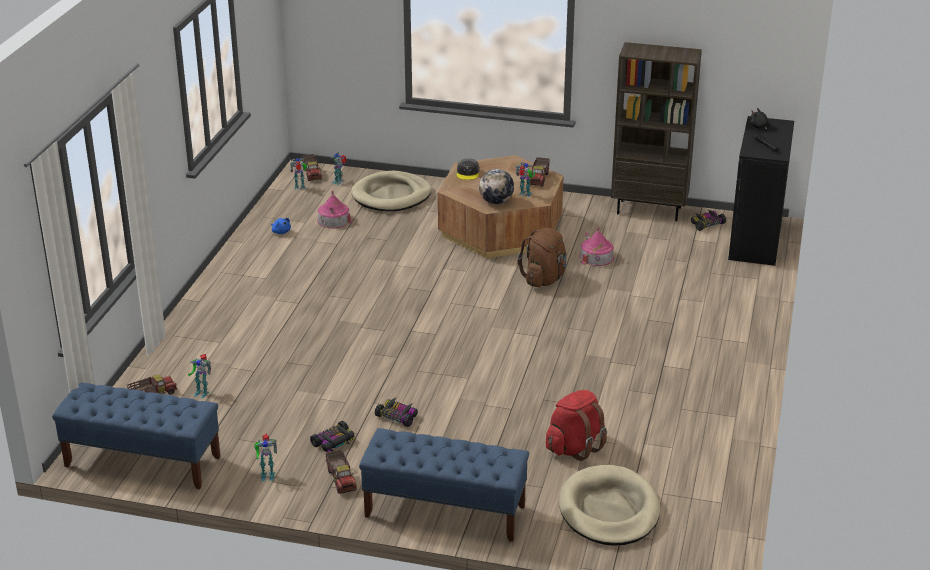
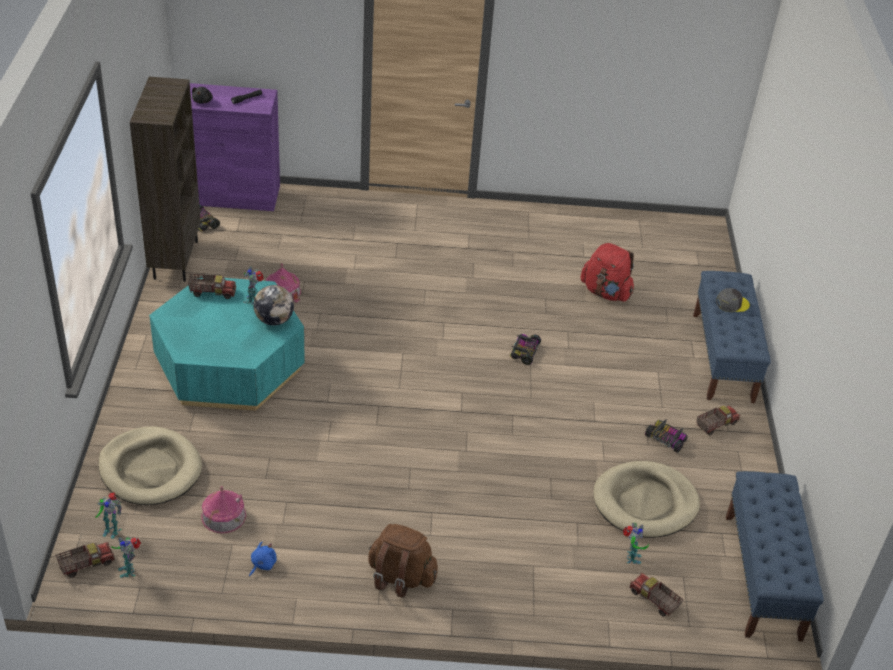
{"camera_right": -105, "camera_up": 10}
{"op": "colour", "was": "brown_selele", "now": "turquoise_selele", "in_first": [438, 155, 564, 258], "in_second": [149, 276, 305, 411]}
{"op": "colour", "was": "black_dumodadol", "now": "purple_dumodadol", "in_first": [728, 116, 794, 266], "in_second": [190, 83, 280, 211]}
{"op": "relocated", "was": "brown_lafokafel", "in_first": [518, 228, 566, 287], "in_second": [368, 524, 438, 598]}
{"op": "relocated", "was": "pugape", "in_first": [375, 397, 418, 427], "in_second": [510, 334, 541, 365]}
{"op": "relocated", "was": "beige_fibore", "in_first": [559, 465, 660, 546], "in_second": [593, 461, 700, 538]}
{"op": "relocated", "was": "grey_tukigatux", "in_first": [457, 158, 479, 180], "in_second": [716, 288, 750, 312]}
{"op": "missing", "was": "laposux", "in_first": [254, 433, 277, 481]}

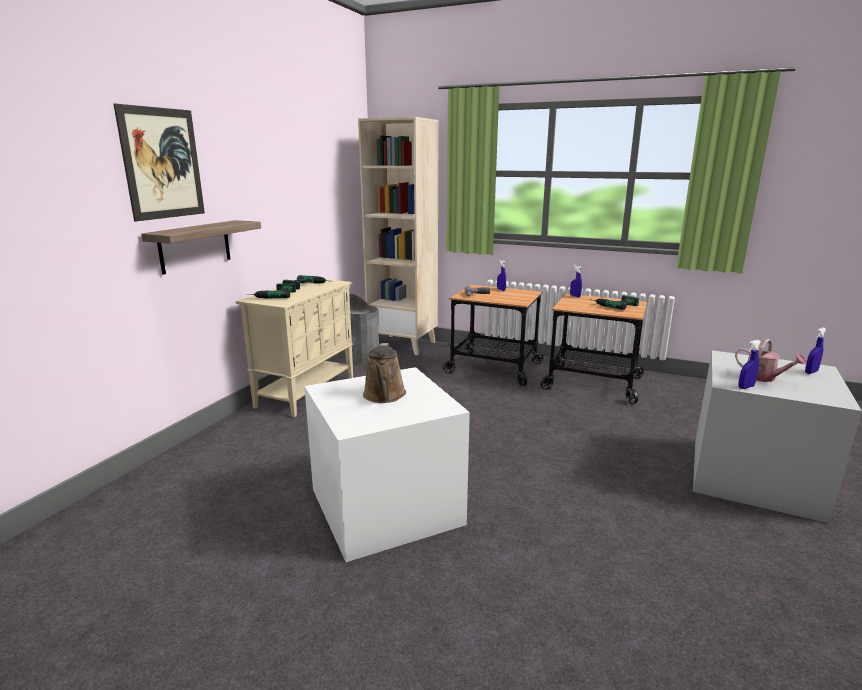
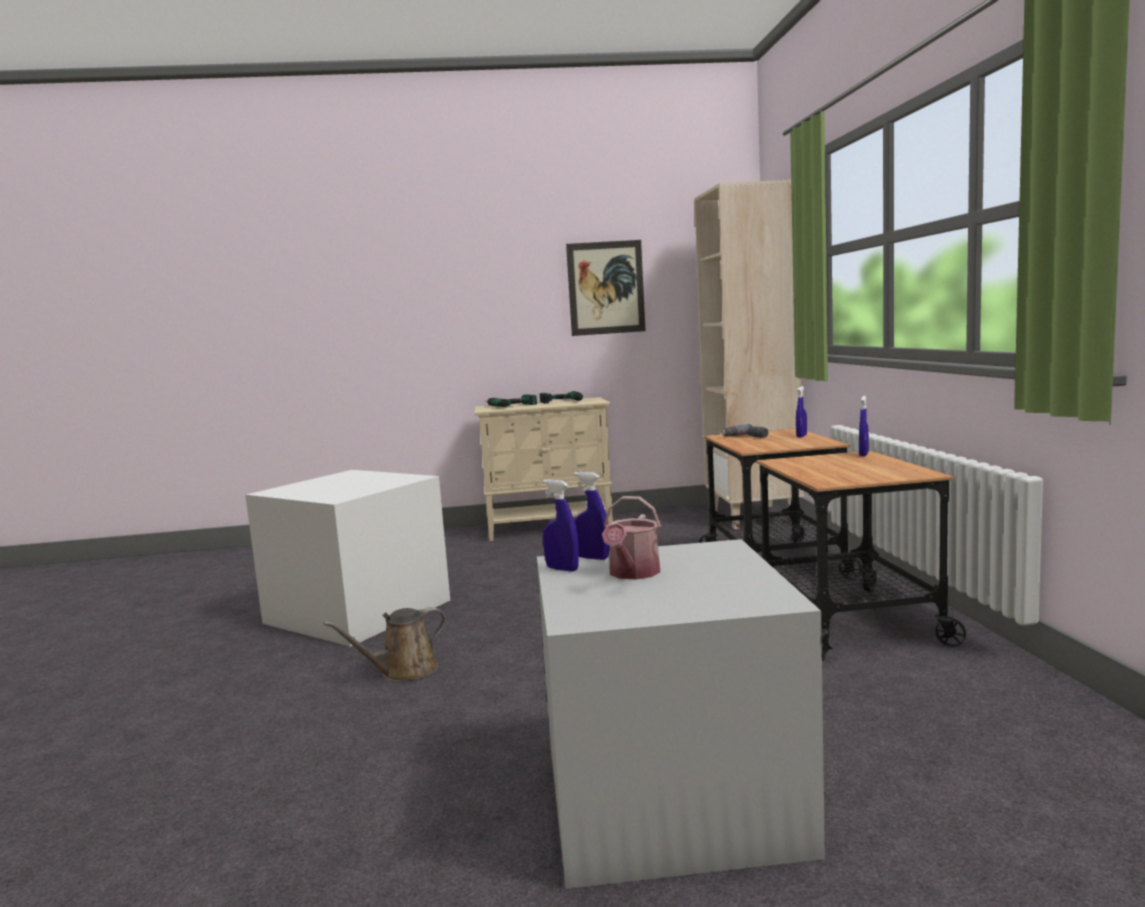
{"camera_right": 60, "camera_up": -10}
{"op": "relocated", "was": "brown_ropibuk", "in_first": [363, 343, 406, 403], "in_second": [323, 607, 446, 681]}
{"op": "relocated", "was": "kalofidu", "in_first": [114, 104, 205, 222], "in_second": [566, 240, 646, 336]}
{"op": "relocated", "was": "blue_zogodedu", "in_first": [805, 327, 826, 374], "in_second": [574, 472, 609, 560]}
{"op": "missing", "was": "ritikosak", "in_first": [141, 220, 261, 275]}
{"op": "missing", "was": "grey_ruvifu", "in_first": [349, 294, 379, 364]}
{"op": "missing", "was": "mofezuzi", "in_first": [589, 295, 639, 310]}

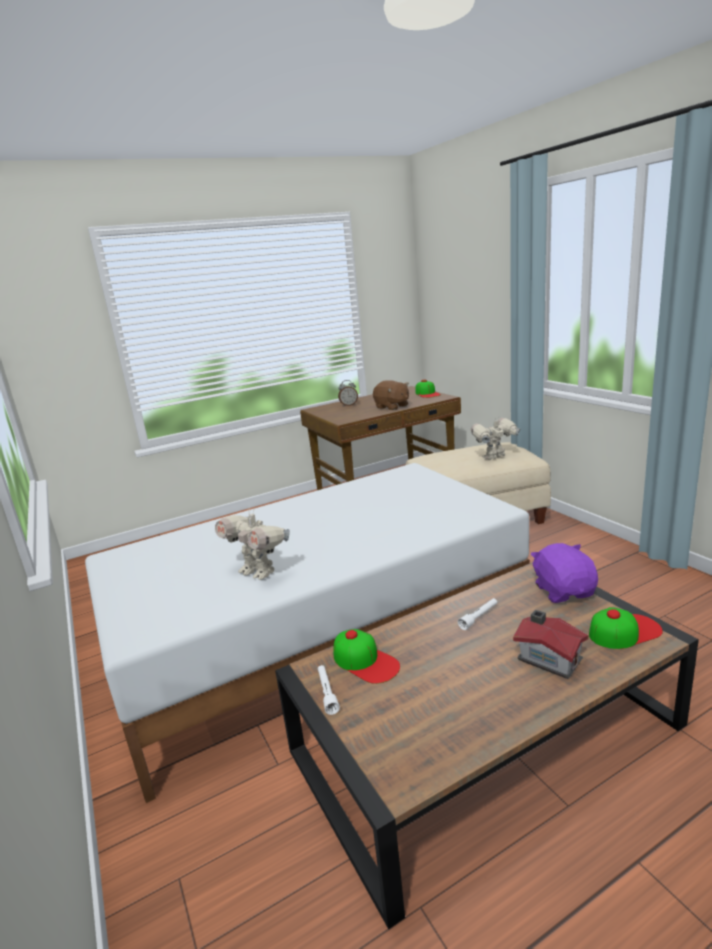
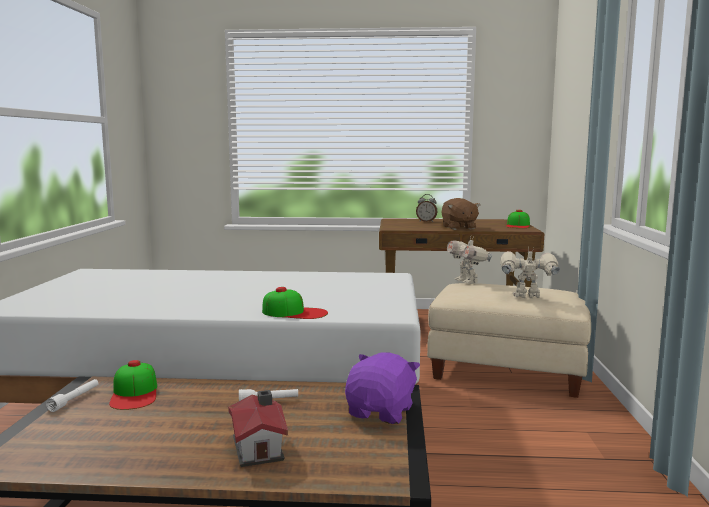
{"camera_right": 30, "camera_up": -10}
{"op": "relocated", "was": "tukigatux", "in_first": [589, 607, 663, 649], "in_second": [262, 287, 328, 319]}
{"op": "relocated", "was": "laposux", "in_first": [215, 511, 290, 580], "in_second": [447, 237, 493, 284]}

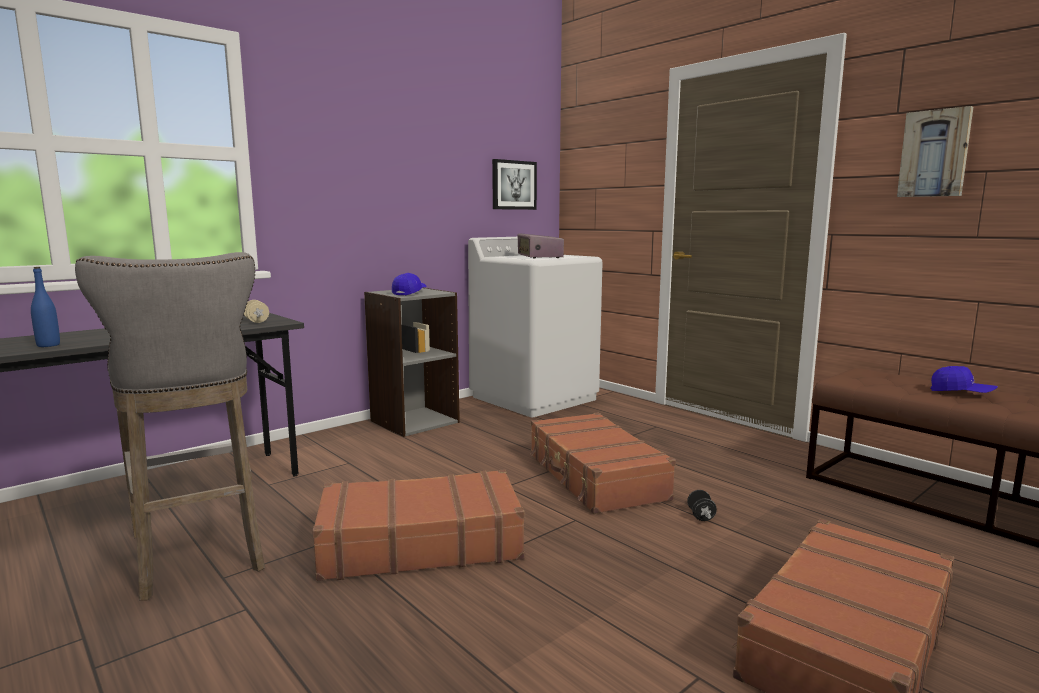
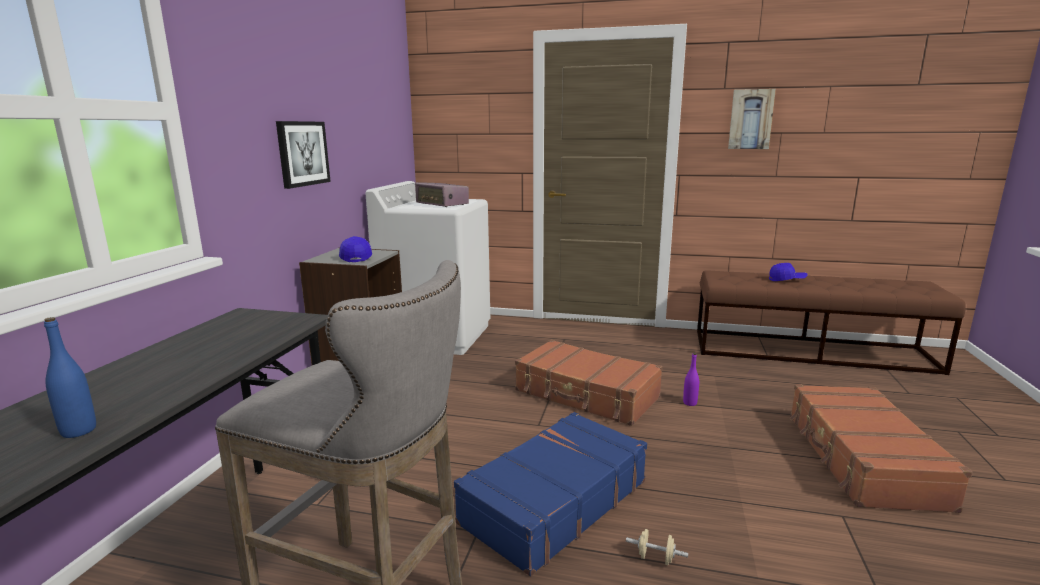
{"camera_right": -35, "camera_up": 5}
{"op": "relocated", "was": "kalofidu", "in_first": [492, 159, 537, 210], "in_second": [276, 121, 331, 189]}
{"op": "colour", "was": "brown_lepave", "now": "blue_lepave", "in_first": [312, 469, 525, 581], "in_second": [454, 412, 647, 576]}
{"op": "relocated", "was": "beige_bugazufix", "in_first": [244, 300, 269, 323], "in_second": [626, 529, 688, 565]}
{"op": "exchanged", "was": "black_bugazufix", "now": "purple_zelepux", "in_first": [687, 490, 717, 521], "in_second": [683, 353, 699, 406]}

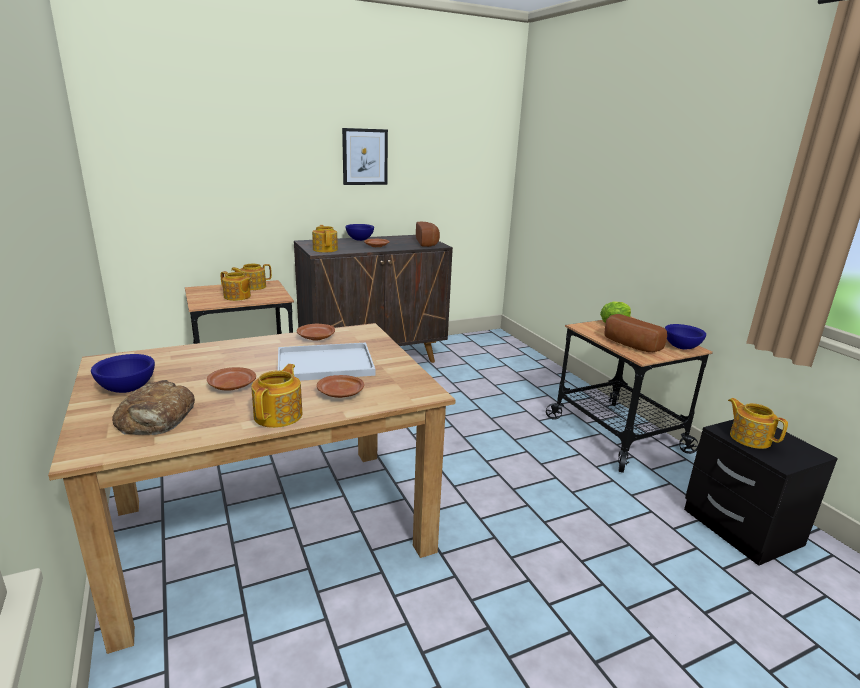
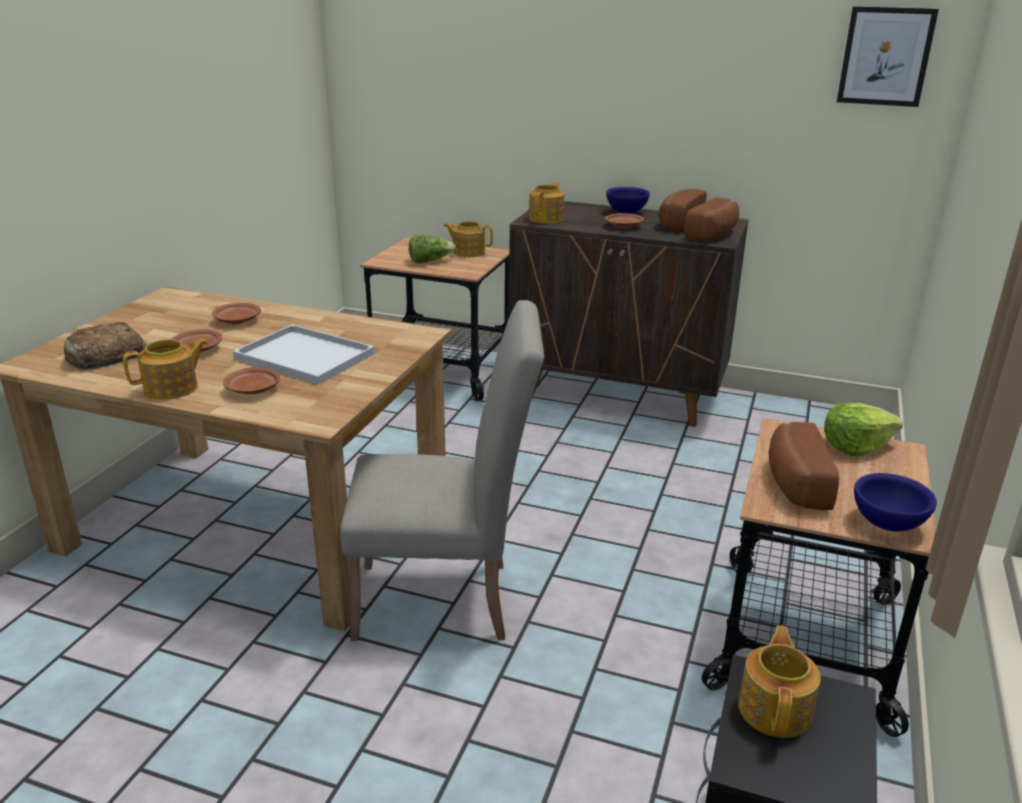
{"camera_right": 45, "camera_up": 5}
{"op": "relocated", "was": "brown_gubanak", "in_first": [297, 324, 335, 340], "in_second": [212, 303, 261, 324]}
{"op": "appeared", "now": "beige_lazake", "in_second": [341, 300, 545, 641]}
{"op": "exchanged", "was": "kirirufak", "now": "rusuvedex", "in_first": [220, 271, 252, 301], "in_second": [409, 235, 456, 263]}
{"op": "appeared", "now": "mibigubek", "in_second": [659, 189, 707, 231]}
{"op": "relocated", "was": "kalofidu", "in_first": [342, 128, 388, 185], "in_second": [837, 6, 939, 107]}
{"op": "missing", "was": "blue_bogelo", "in_first": [91, 354, 155, 393]}

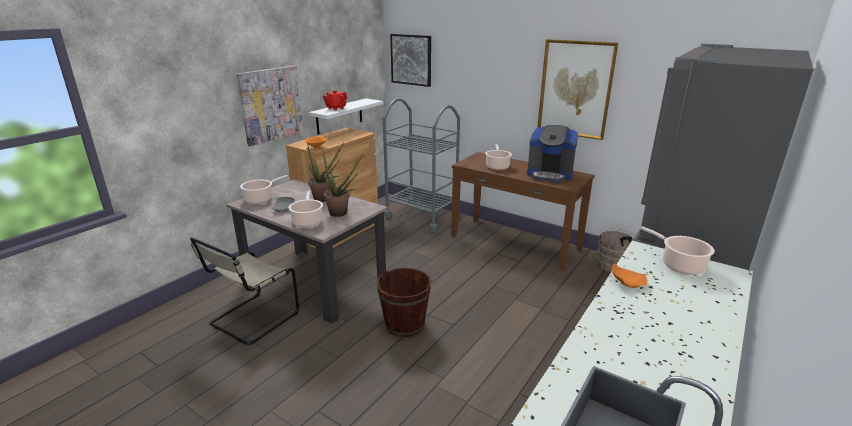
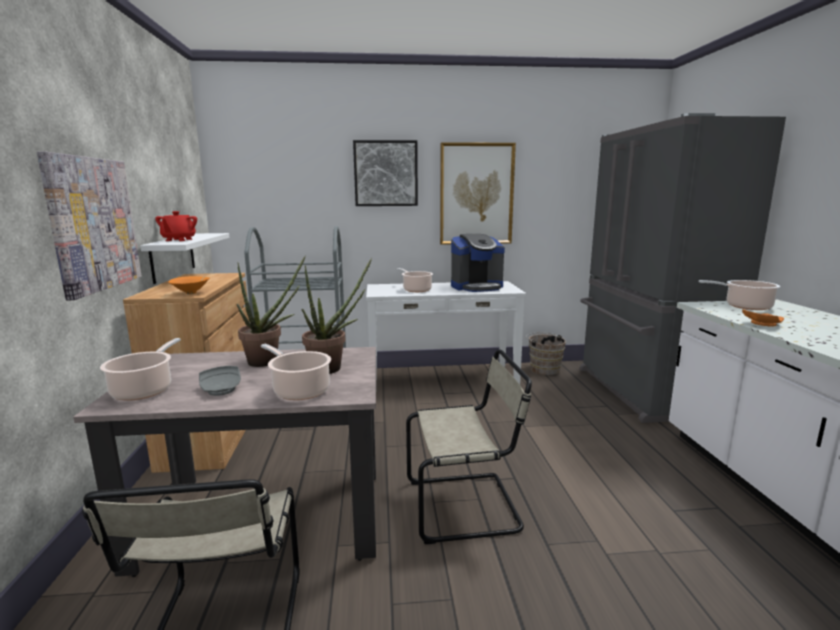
{"camera_right": -40, "camera_up": -10}
{"op": "relocated", "was": "kalofidu", "in_first": [390, 34, 431, 87], "in_second": [353, 140, 418, 206]}
{"op": "colour", "was": "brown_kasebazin", "now": "white_kasebazin", "in_first": [451, 152, 595, 271], "in_second": [366, 281, 526, 384]}
{"op": "exchanged", "was": "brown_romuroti", "now": "beige_lazake", "in_first": [376, 268, 431, 337], "in_second": [406, 350, 532, 544]}

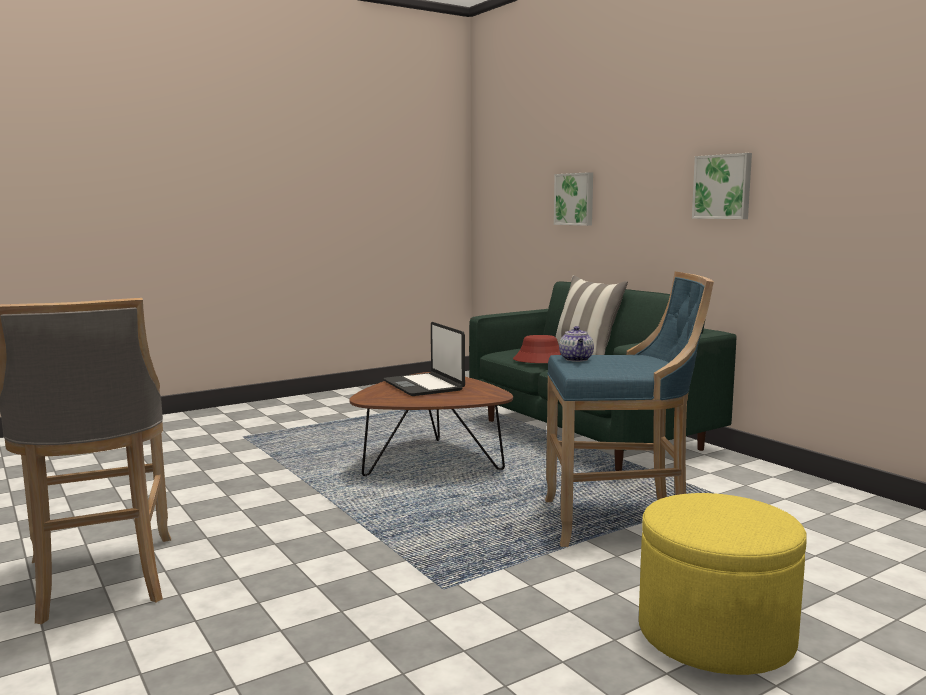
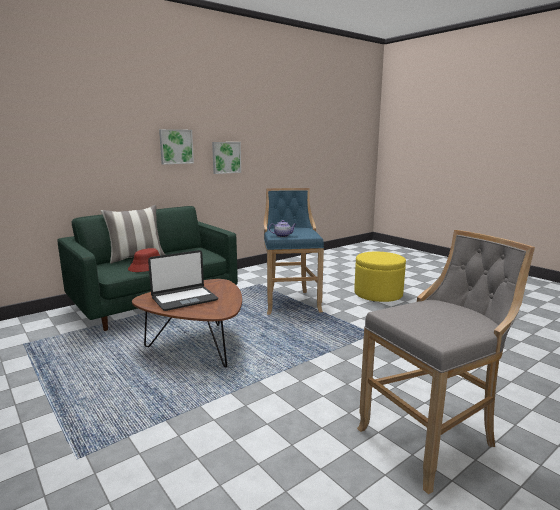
{"camera_right": -95, "camera_up": 5}
{"op": "relocated", "was": "kalofidu", "in_first": [554, 172, 593, 226], "in_second": [212, 142, 241, 174]}

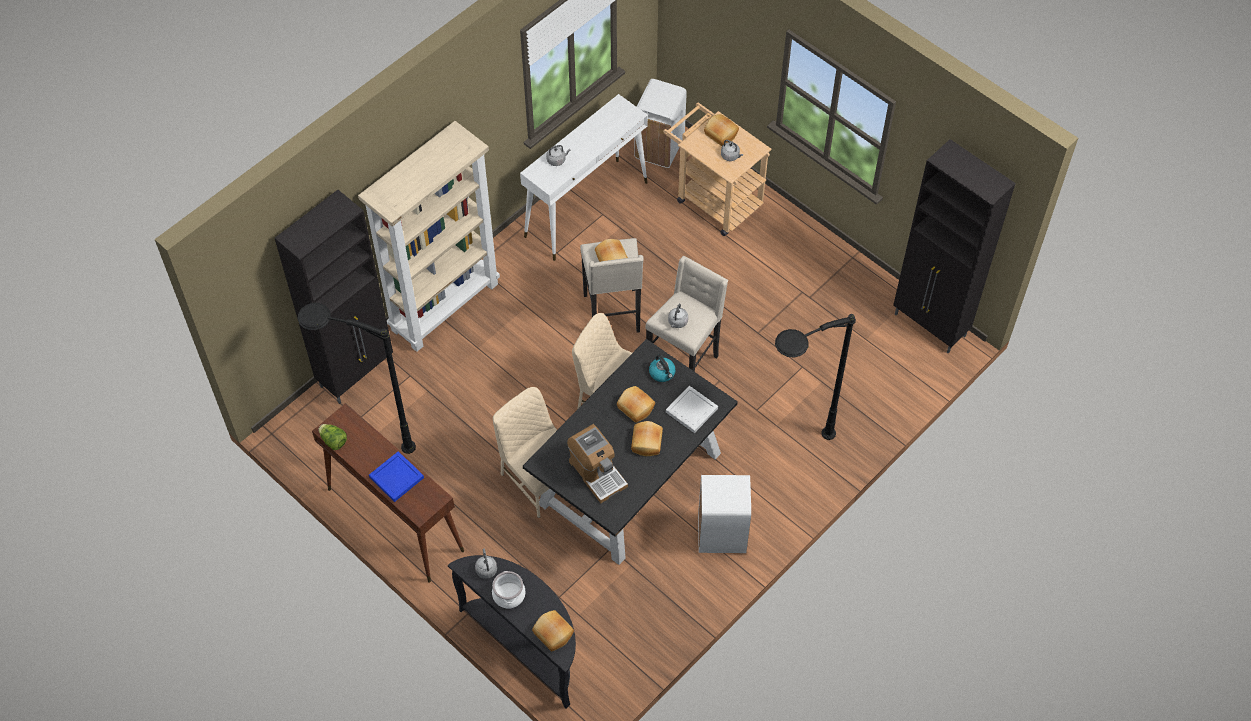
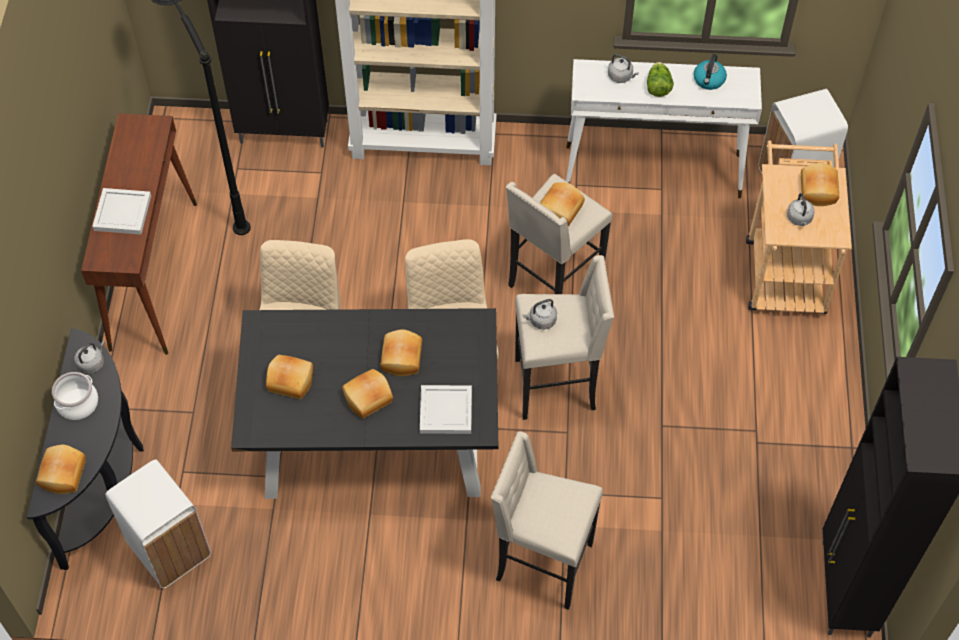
{"camera_right": 50, "camera_up": 0}
{"op": "colour", "was": "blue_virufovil", "now": "white_virufovil", "in_first": [369, 451, 424, 502], "in_second": [92, 188, 151, 235]}
{"op": "relocated", "was": "white_ruvifu", "in_first": [698, 475, 751, 553], "in_second": [105, 459, 211, 589]}
{"op": "exchanged", "was": "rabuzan", "now": "mibigubek", "in_first": [567, 424, 628, 503], "in_second": [266, 355, 313, 399]}
{"op": "exchanged", "was": "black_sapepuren", "now": "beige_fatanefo", "in_first": [775, 314, 856, 440], "in_second": [491, 431, 603, 610]}
{"op": "relocated", "was": "rusuvedex", "in_first": [319, 424, 347, 450], "in_second": [647, 62, 674, 97]}
{"op": "relocated", "was": "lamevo", "in_first": [649, 355, 676, 382], "in_second": [694, 54, 727, 90]}

